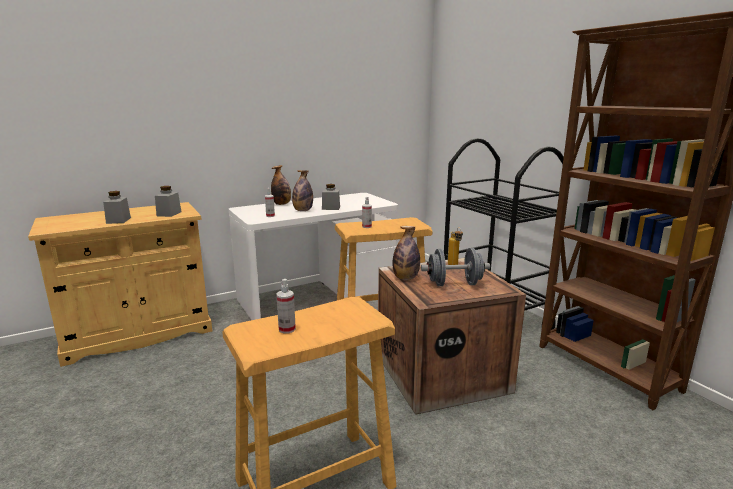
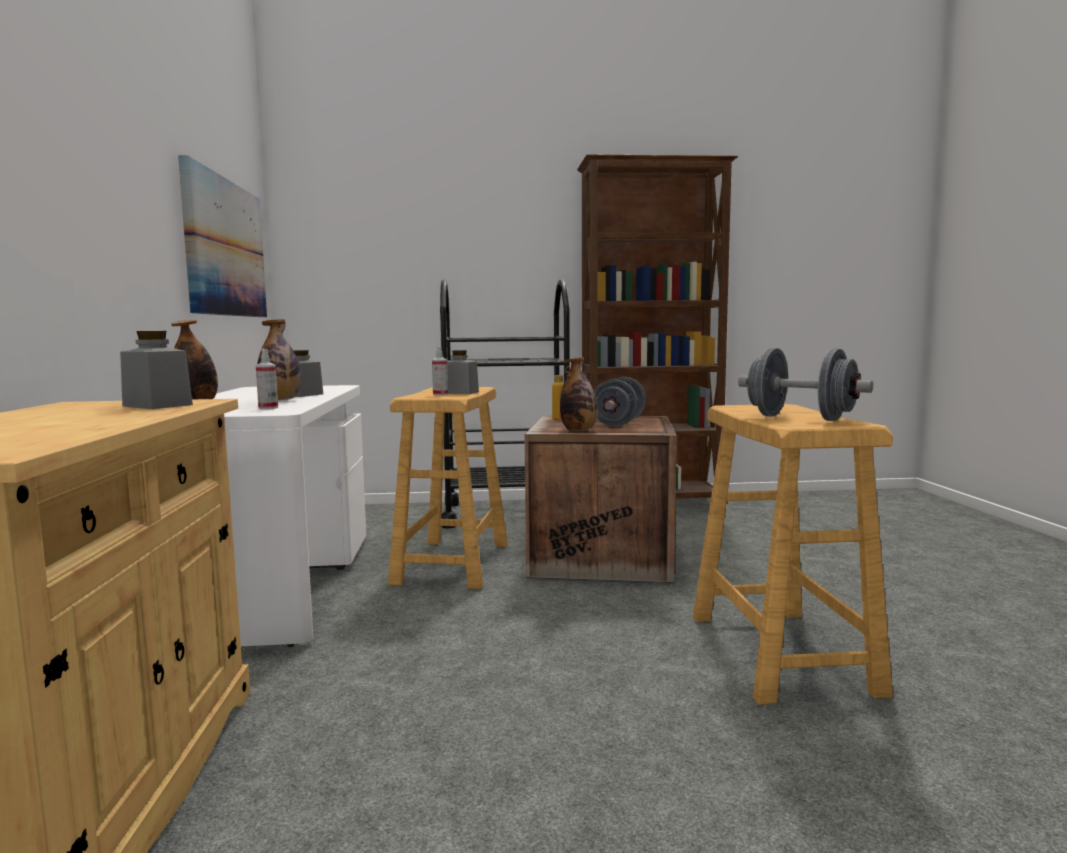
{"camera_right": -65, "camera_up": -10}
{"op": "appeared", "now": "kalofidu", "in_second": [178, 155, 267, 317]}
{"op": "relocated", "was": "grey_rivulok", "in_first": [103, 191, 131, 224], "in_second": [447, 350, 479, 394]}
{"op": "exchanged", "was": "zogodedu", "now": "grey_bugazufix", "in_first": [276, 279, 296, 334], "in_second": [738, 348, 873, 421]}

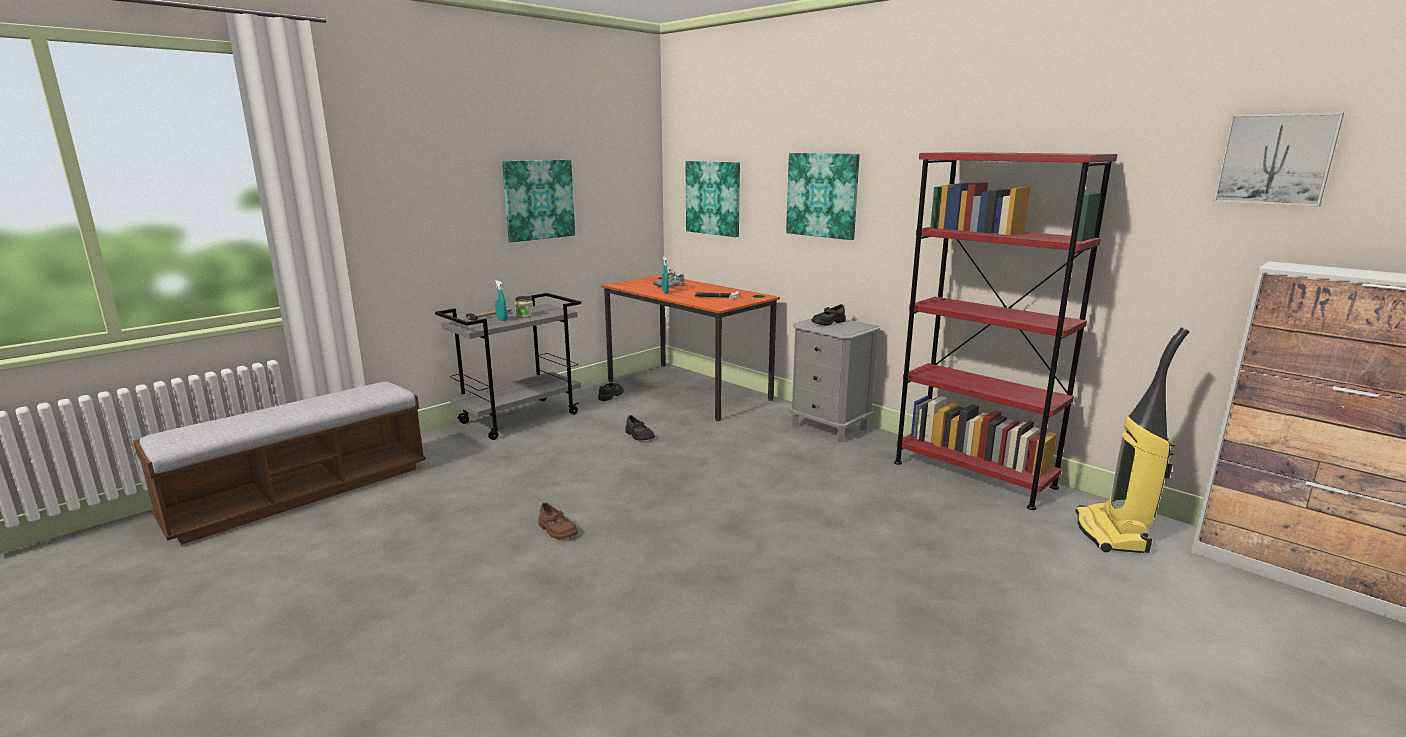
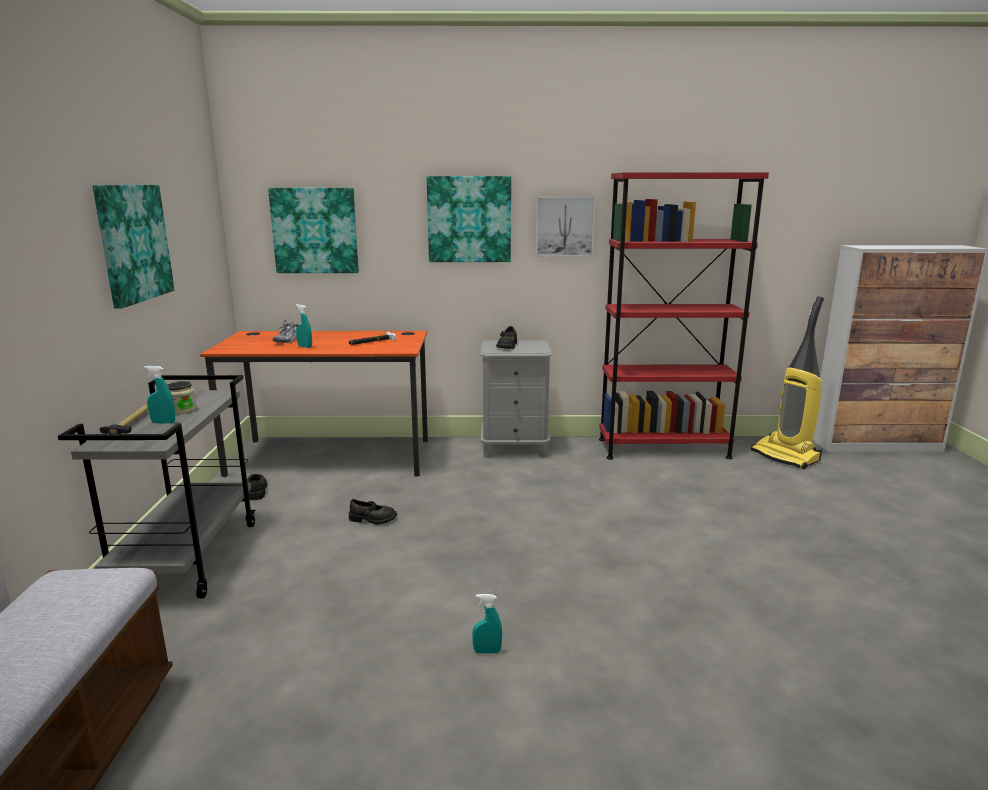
{"camera_right": -45, "camera_up": 0}
{"op": "exchanged", "was": "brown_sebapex", "now": "turquoise_zogodedu", "in_first": [538, 503, 579, 539], "in_second": [472, 594, 502, 654]}
{"op": "relocated", "was": "kalofidu", "in_first": [1214, 113, 1344, 207], "in_second": [536, 197, 595, 256]}

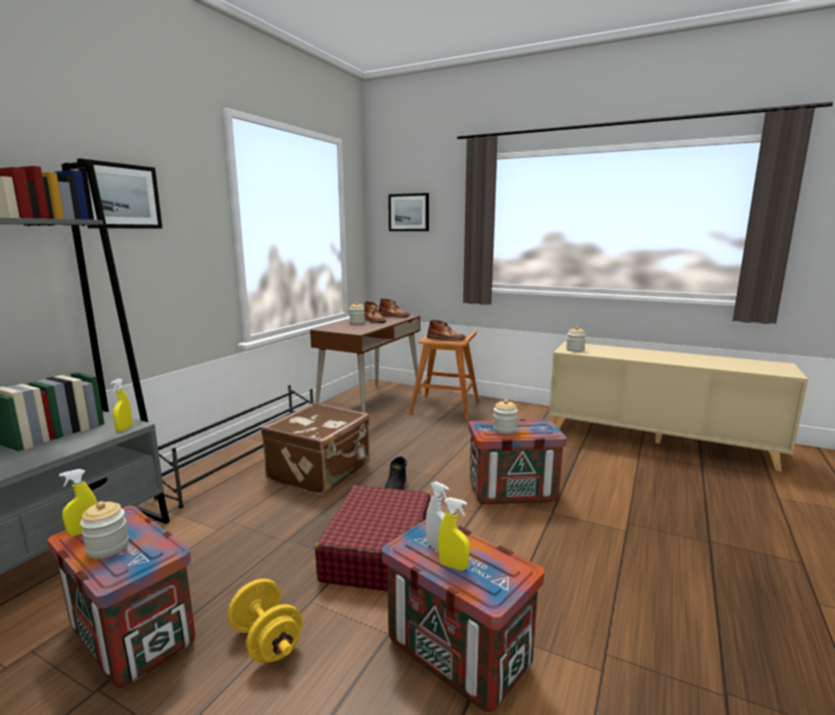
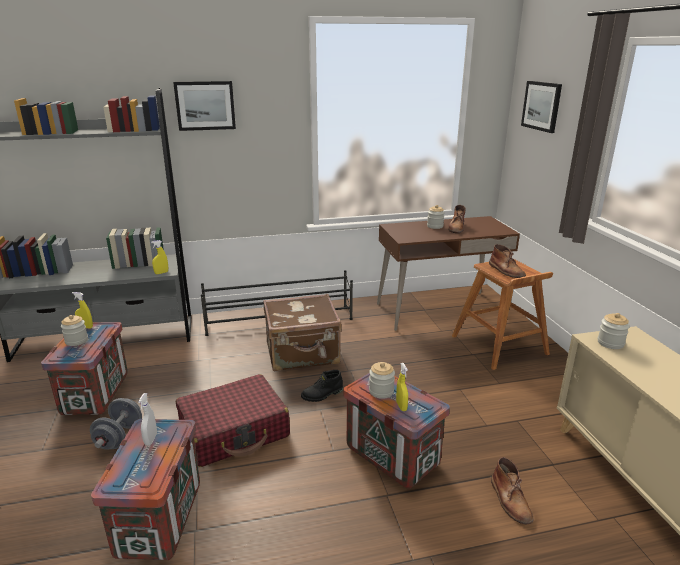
{"camera_right": 50, "camera_up": 10}
{"op": "colour", "was": "yellow_bugazufix", "now": "grey_bugazufix", "in_first": [227, 578, 303, 663], "in_second": [90, 398, 142, 450]}
{"op": "relocated", "was": "yellow_zogodedu", "in_first": [438, 497, 470, 571], "in_second": [396, 363, 408, 411]}
{"op": "relocated", "was": "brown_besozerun", "in_first": [379, 298, 410, 318], "in_second": [491, 457, 533, 524]}

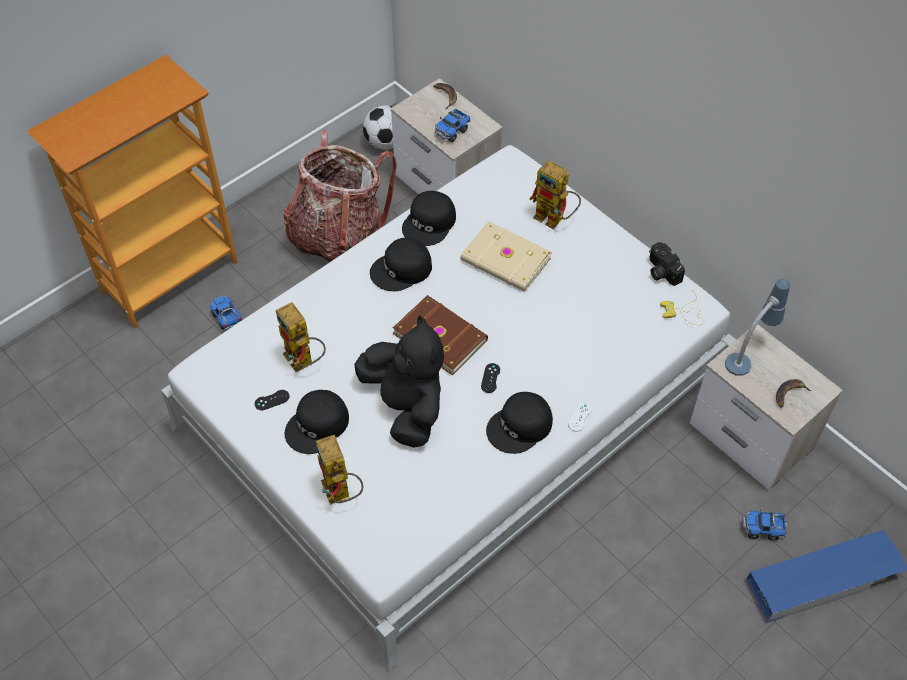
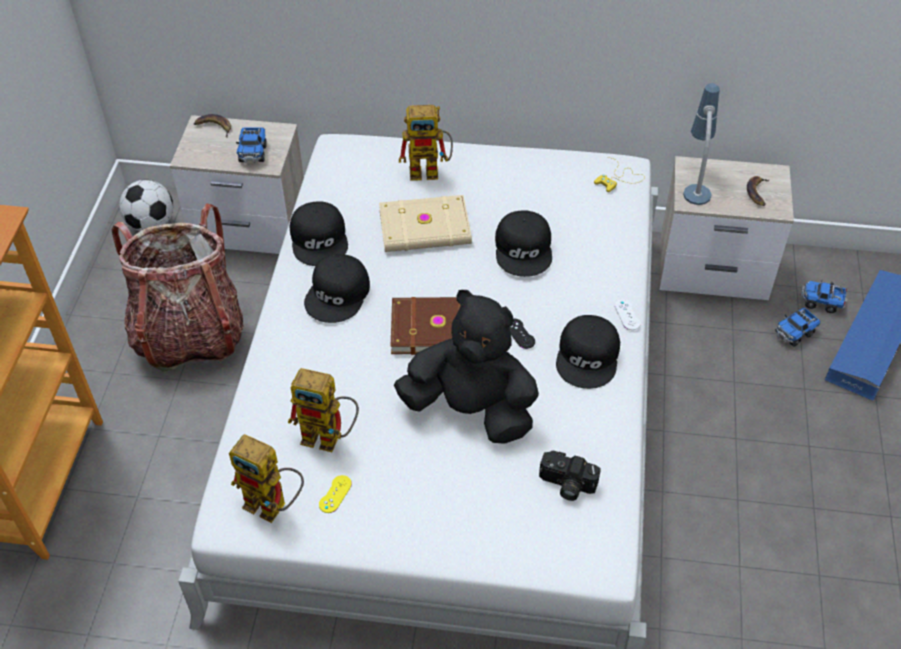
{"camera_right": -40, "camera_up": -5}
{"op": "relocated", "was": "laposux", "in_first": [316, 435, 363, 505], "in_second": [229, 434, 304, 523]}
{"op": "colour", "was": "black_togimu", "now": "yellow_togimu", "in_first": [255, 390, 289, 410], "in_second": [319, 475, 352, 513]}
{"op": "relocated", "was": "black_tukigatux", "in_first": [284, 390, 349, 454], "in_second": [495, 210, 552, 277]}
{"op": "relocated", "was": "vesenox", "in_first": [649, 242, 685, 286], "in_second": [539, 451, 601, 501]}
{"op": "relocated", "was": "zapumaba", "in_first": [210, 296, 242, 331], "in_second": [800, 279, 847, 313]}

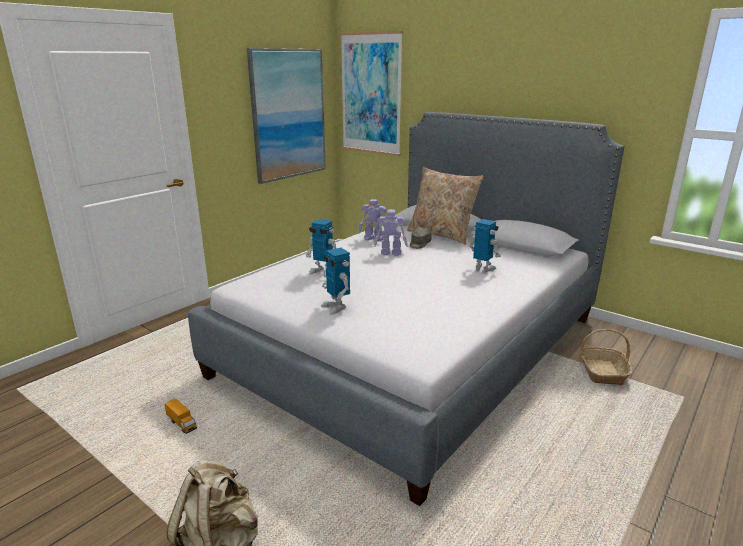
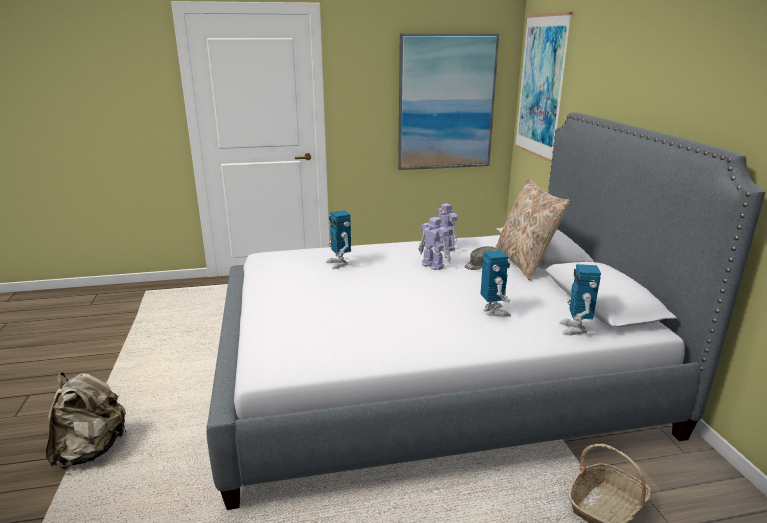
{"camera_right": 40, "camera_up": 0}
{"op": "relocated", "was": "laposux", "in_first": [321, 248, 350, 315], "in_second": [559, 264, 601, 335]}
{"op": "missing", "was": "zapumaba", "in_first": [165, 398, 197, 434]}

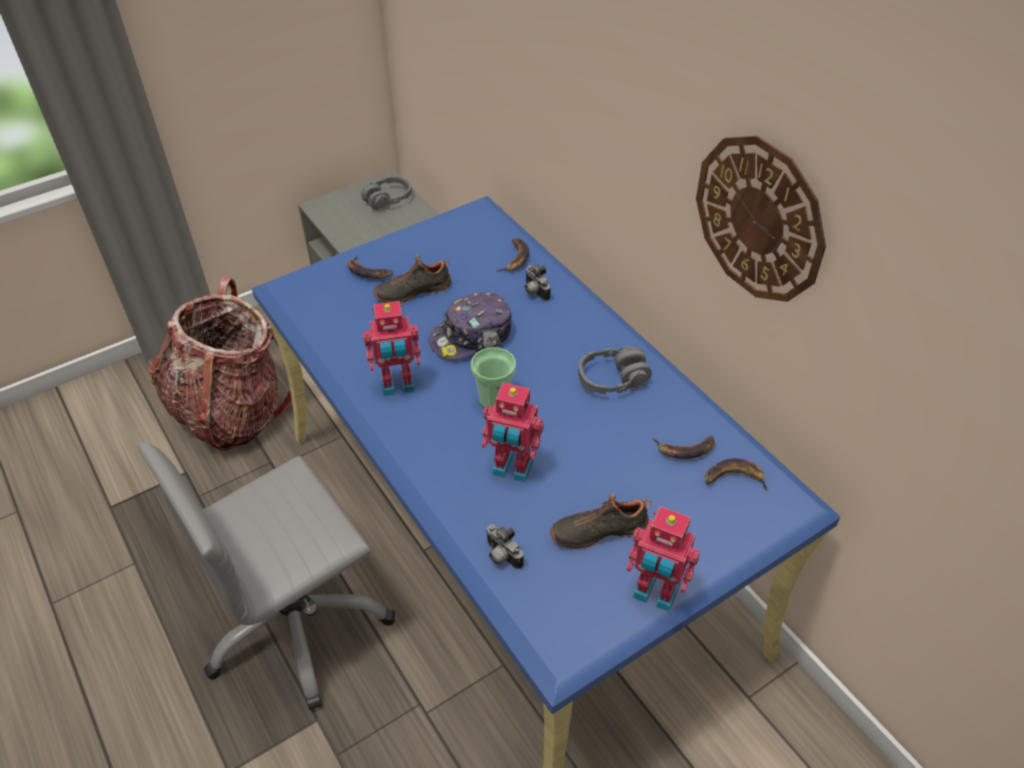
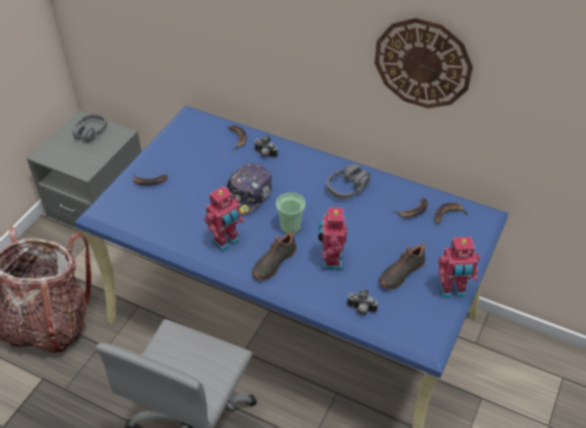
{"camera_right": -30, "camera_up": 0}
{"op": "relocated", "was": "black_sebapex", "in_first": [373, 254, 451, 304], "in_second": [252, 230, 297, 280]}
{"op": "spun", "was": "laposux", "in_first": [482, 383, 544, 482], "in_second": [318, 205, 347, 270], "clockwise": 105}

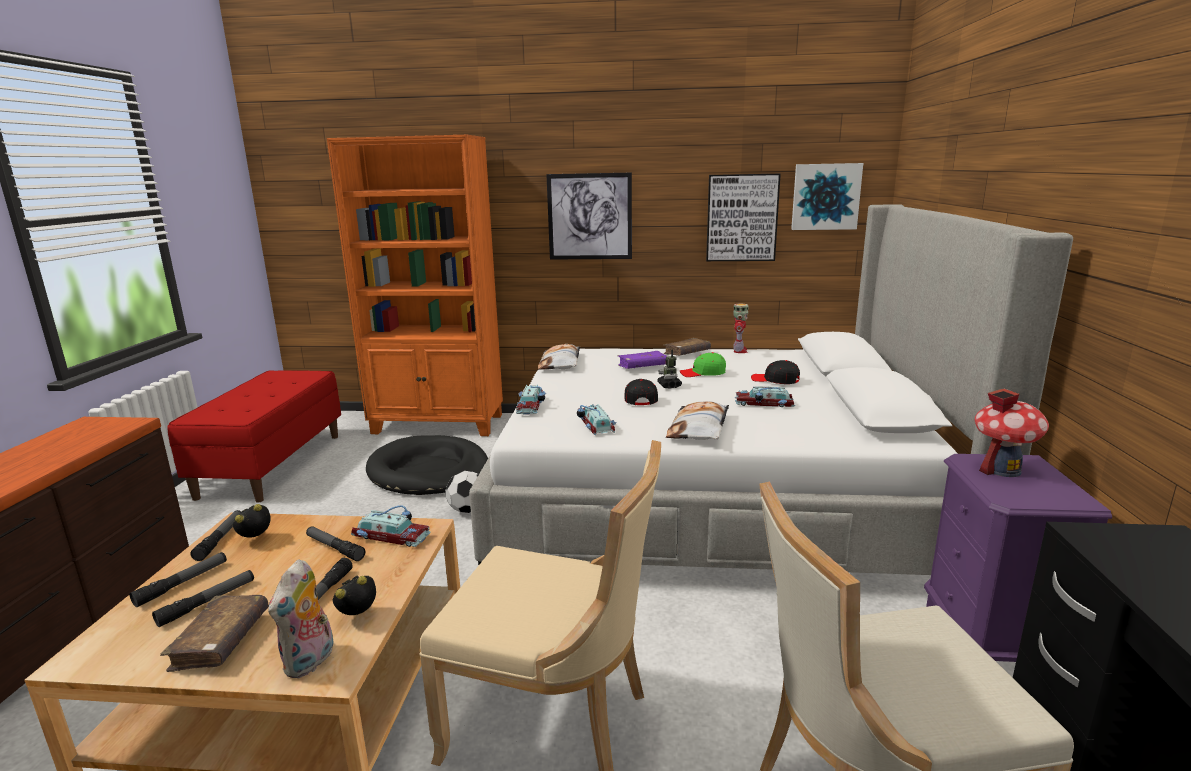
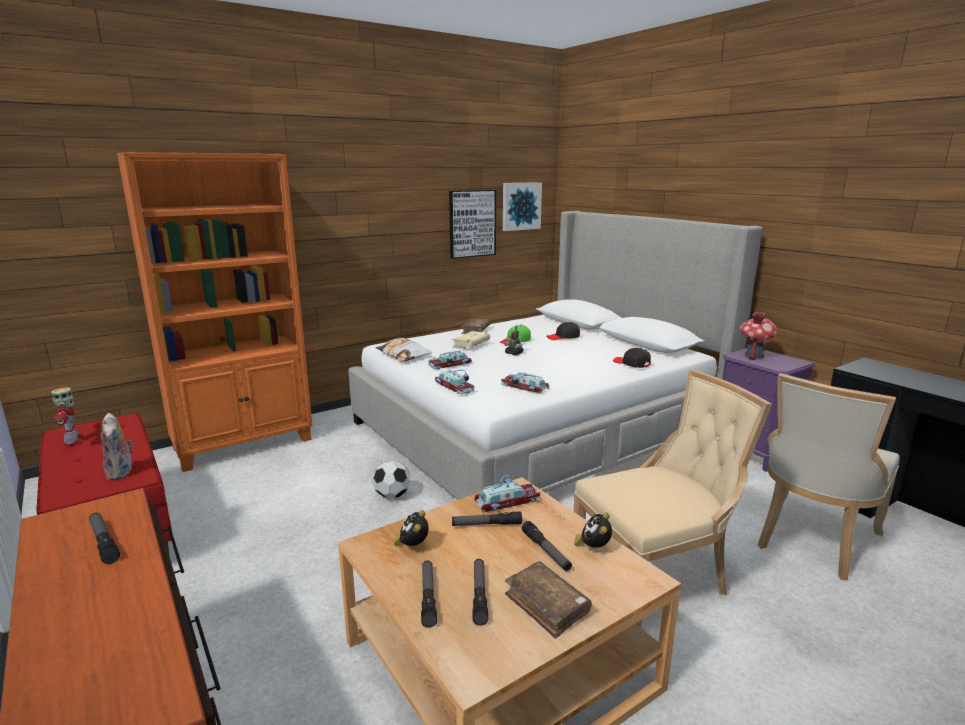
{"camera_right": -40, "camera_up": 0}
{"op": "relocated", "was": "laposux", "in_first": [733, 303, 749, 353], "in_second": [51, 387, 85, 446]}
{"op": "relocated", "was": "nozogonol", "in_first": [190, 510, 241, 561], "in_second": [89, 513, 120, 564]}
{"op": "relocated", "was": "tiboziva", "in_first": [268, 559, 334, 678], "in_second": [101, 413, 133, 480]}
{"op": "relocated", "was": "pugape", "in_first": [735, 386, 795, 407], "in_second": [428, 351, 472, 369]}
{"op": "colour", "was": "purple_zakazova", "now": "beige_zakazova", "in_first": [618, 351, 667, 369], "in_second": [452, 331, 490, 348]}
{"op": "relocated", "was": "black_tukigatux", "in_first": [624, 379, 658, 405], "in_second": [613, 348, 651, 368]}
{"op": "missing", "was": "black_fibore", "in_first": [366, 435, 488, 495]}
{"op": "missing", "was": "kalofidu", "in_first": [546, 173, 632, 260]}
{"op": "missing", "was": "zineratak", "in_first": [666, 401, 729, 440]}

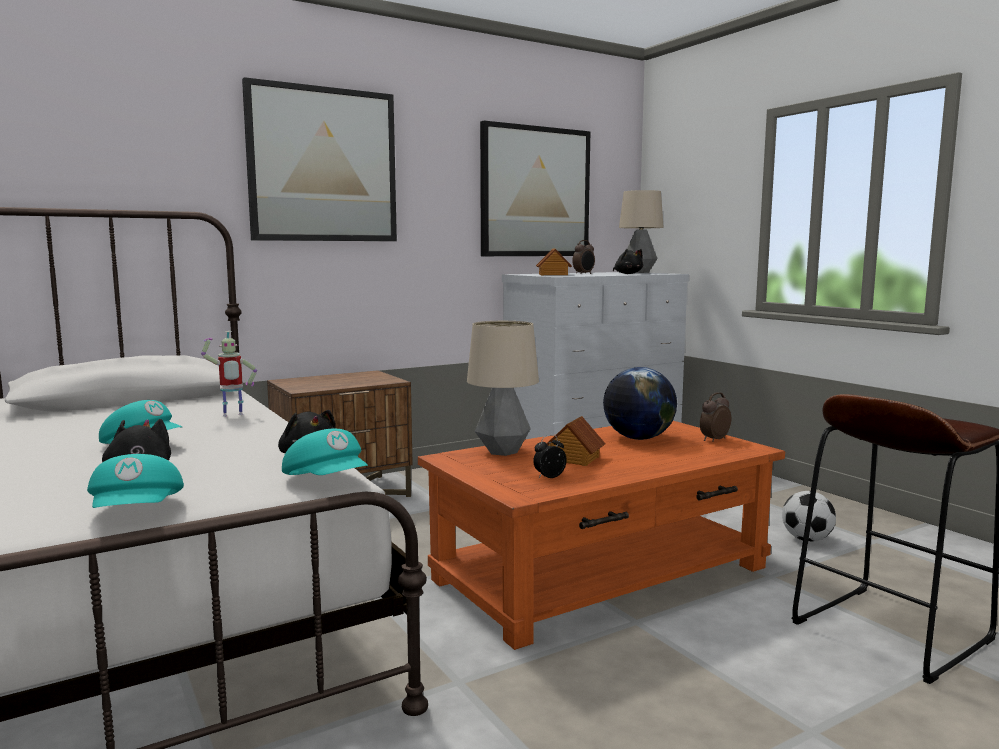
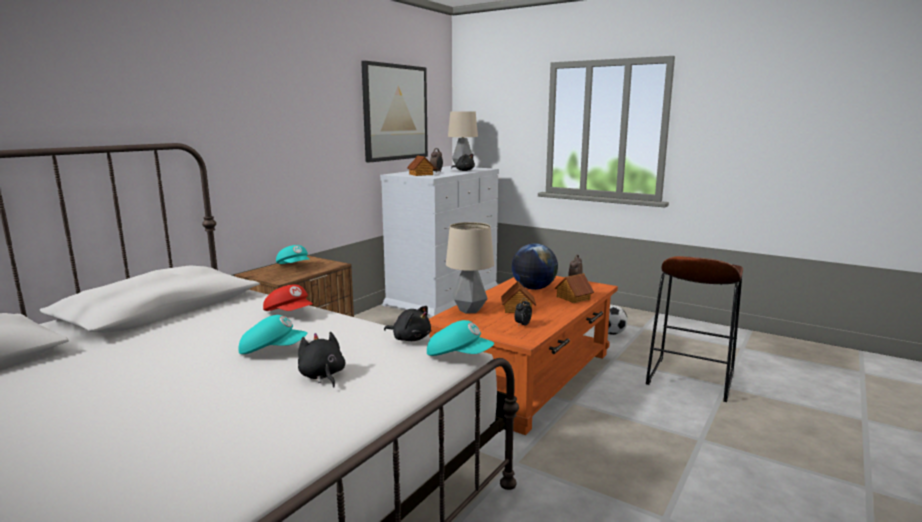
{"camera_right": -25, "camera_up": 5}
{"op": "exchanged", "was": "laposux", "now": "red_tukigatux", "in_first": [201, 331, 257, 417], "in_second": [263, 285, 313, 311]}
{"op": "relocated", "was": "turquoise_tukigatux", "in_first": [87, 454, 184, 508], "in_second": [276, 245, 309, 264]}
{"op": "appeared", "now": "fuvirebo", "in_second": [555, 273, 594, 303]}
{"op": "missing", "was": "kalofidu", "in_first": [242, 77, 397, 241]}

